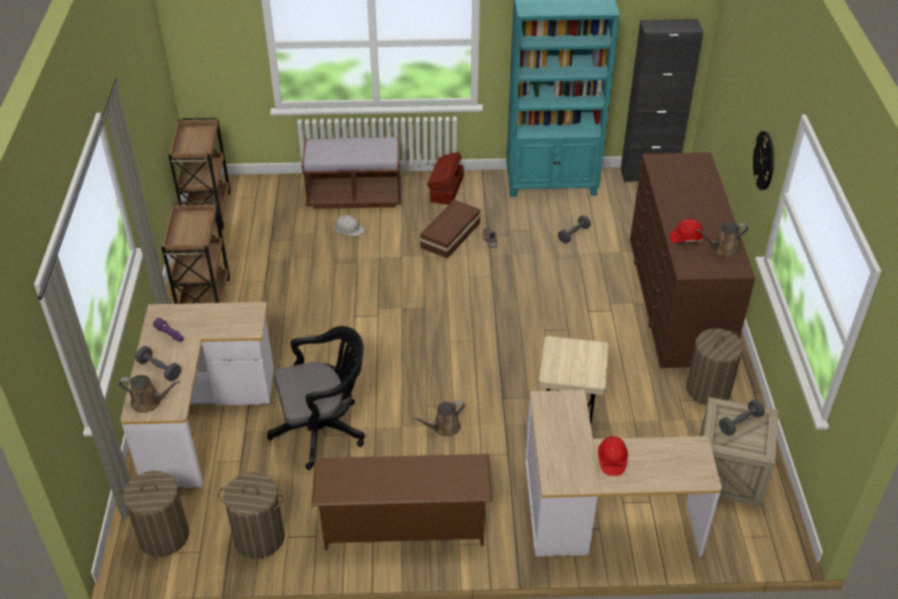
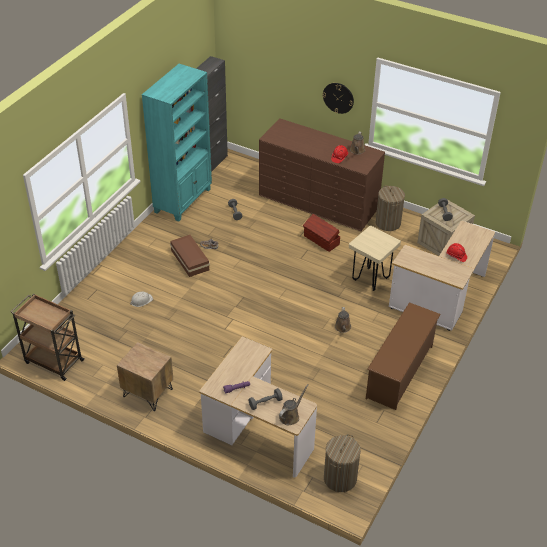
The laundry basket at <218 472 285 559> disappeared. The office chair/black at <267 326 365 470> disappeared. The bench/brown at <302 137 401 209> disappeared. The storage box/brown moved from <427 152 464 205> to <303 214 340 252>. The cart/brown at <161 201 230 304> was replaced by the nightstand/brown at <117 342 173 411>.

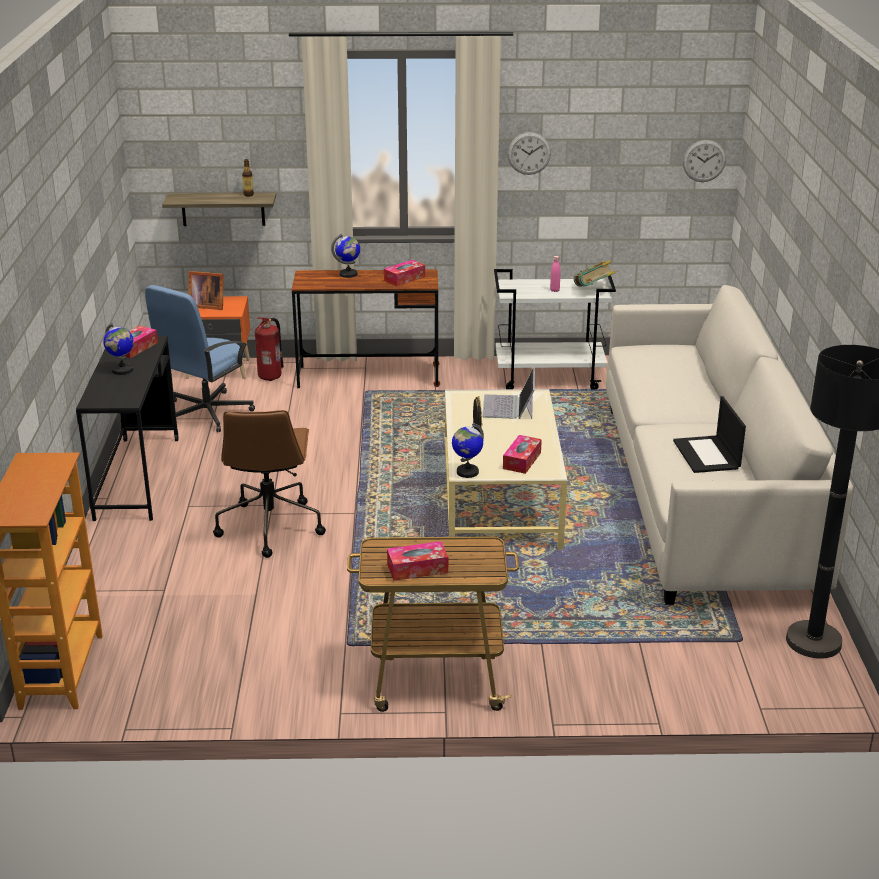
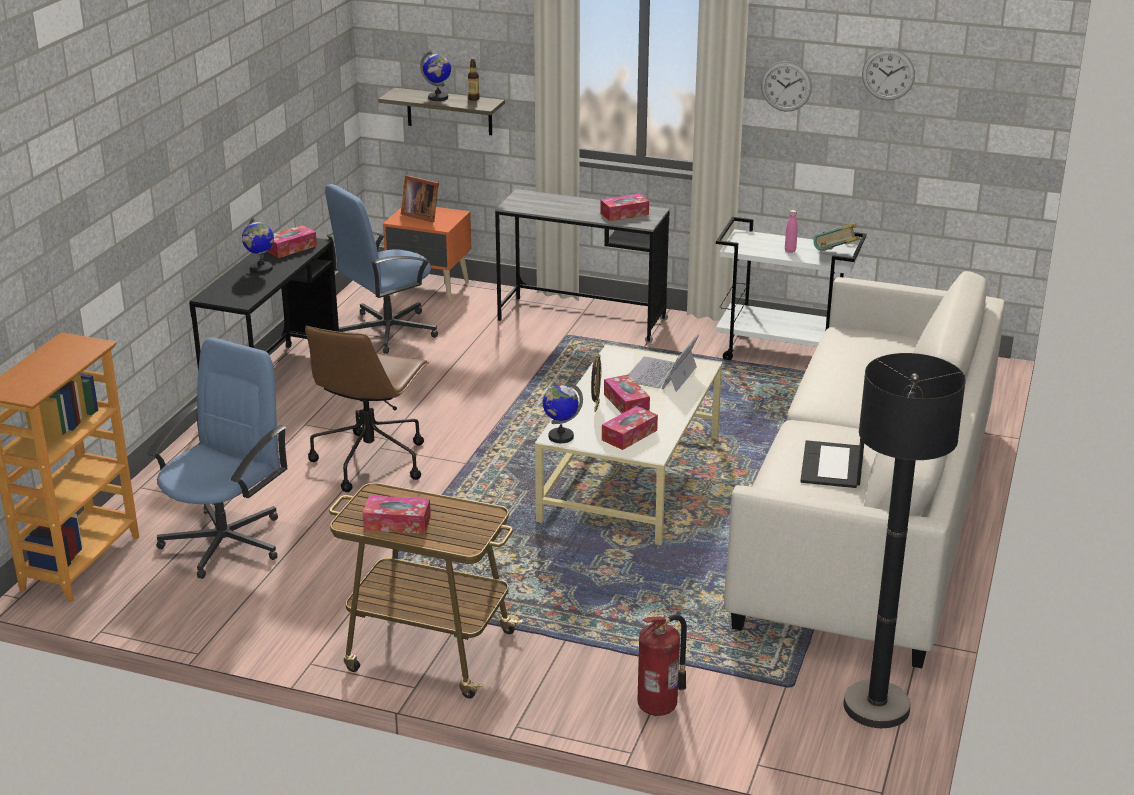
The office chair/blue at <147 337 287 579> appeared. The tissue box at <604 375 650 413> appeared. The fire extinguisher moved from <255 317 284 381> to <637 615 687 716>. The globe moved from <331 234 360 278> to <420 50 451 101>. The wall clock moved from <683 140 726 182> to <862 49 915 100>. The desk/brown at <292 270 440 388> became the desk/grey at <495 189 670 343>.

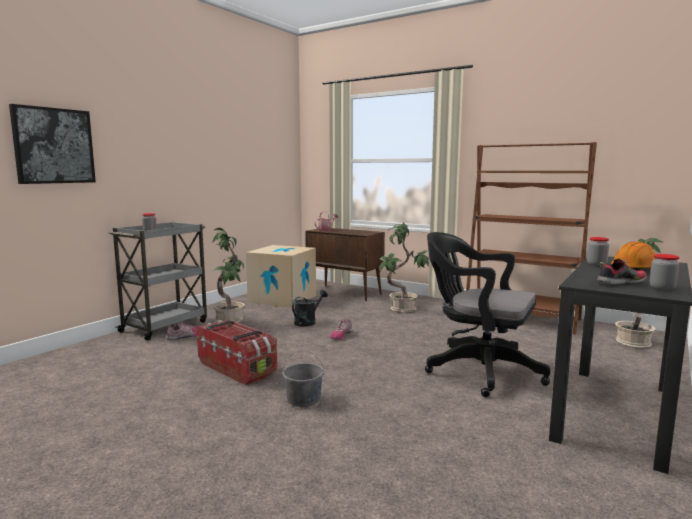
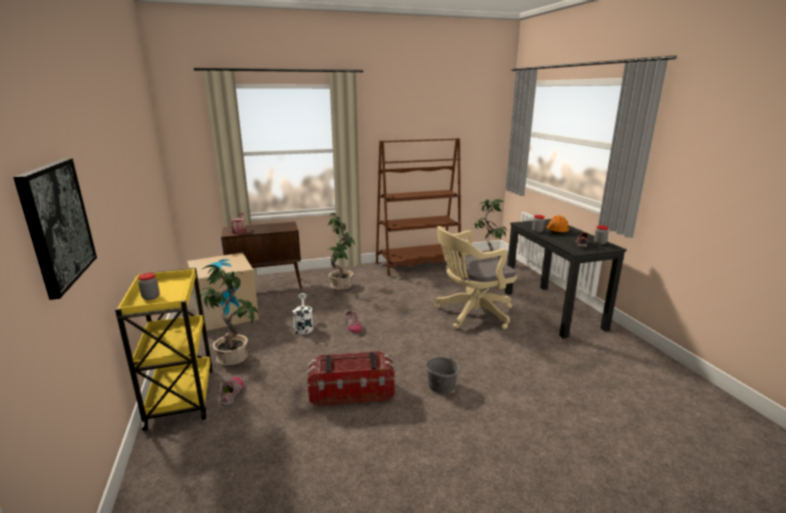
The cart/grey at <108 222 207 341> became the cart/yellow at <115 268 213 431>. The watering can/black at <292 290 328 327> became the watering can/white at <292 293 313 334>. The office chair/black at <425 232 551 397> became the office chair/beige at <435 226 517 330>.

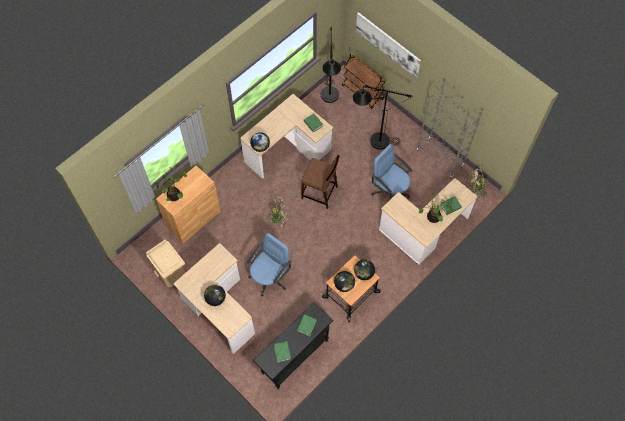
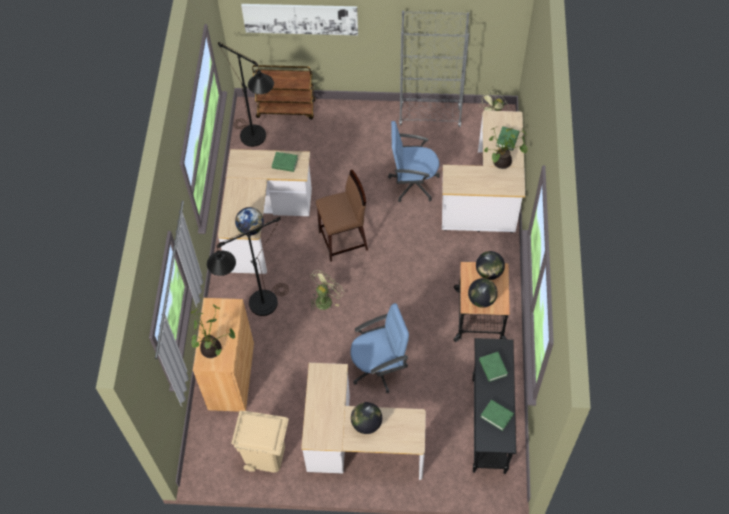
The floor lamp/black moved from <353 85 413 150> to <207 217 289 316>. The office chair/blue at <247 233 292 296> turned 75 degrees clockwise.

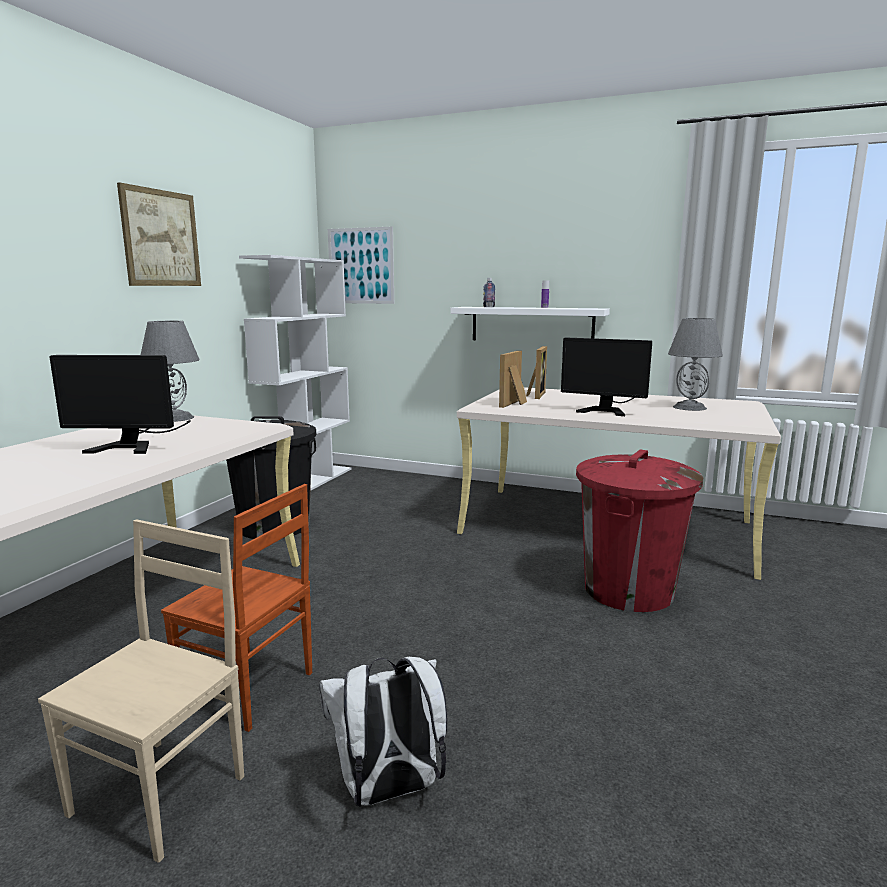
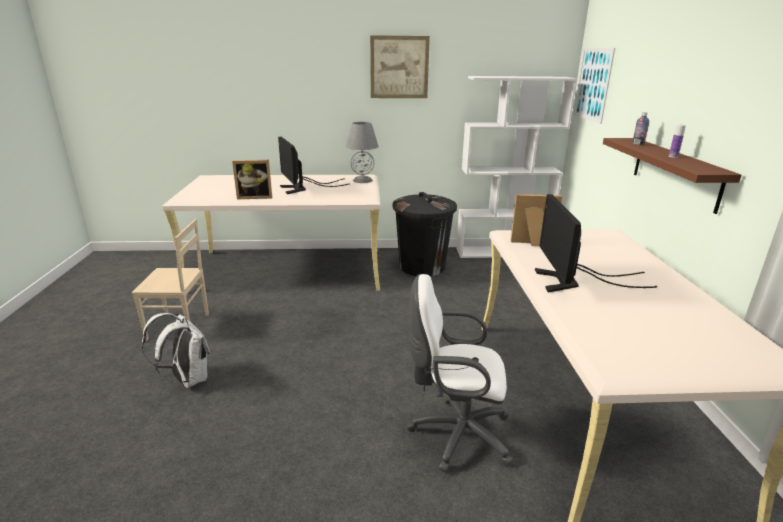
The chair/brown at <161 484 312 732> disappeared. The table lamp/grey at <668 318 723 411> disappeared. The picture frame moved from <526 346 547 399> to <232 160 272 199>. The trash can/red at <576 449 704 612> was replaced by the office chair/white at <407 274 513 473>. The shelf/white at <451 307 610 340> became the shelf/brown at <603 138 741 214>.

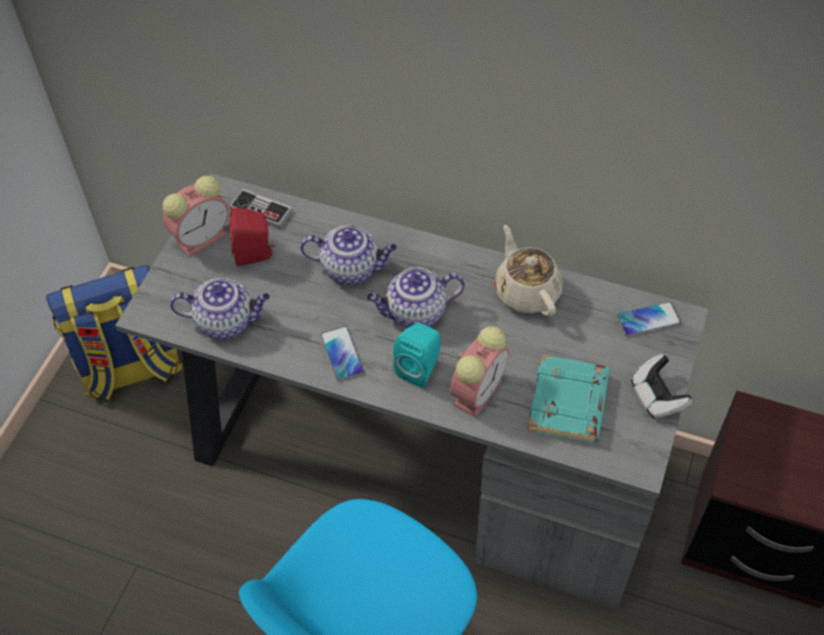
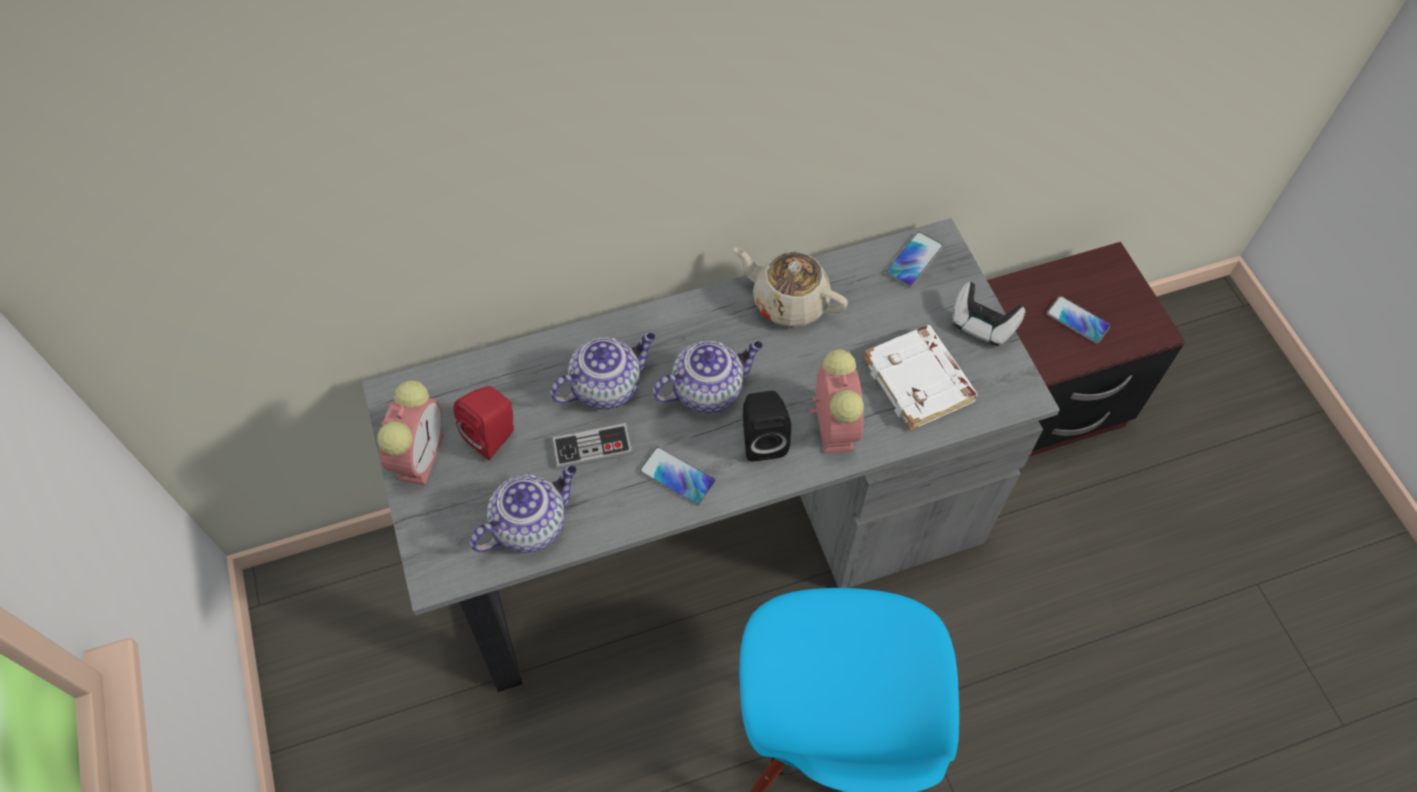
The backpack at <45 265 182 400> disappeared. The phone at <1046 296 1111 344> appeared. The game controller moved from <229 189 293 228> to <552 423 633 469>. The speaker/turquoise at <393 323 441 388> became the speaker/black at <743 391 791 461>. The book/turquoise at <528 355 610 443> became the book/white at <863 325 978 431>. The teapot at <366 267 465 328> turned 150 degrees counterclockwise.

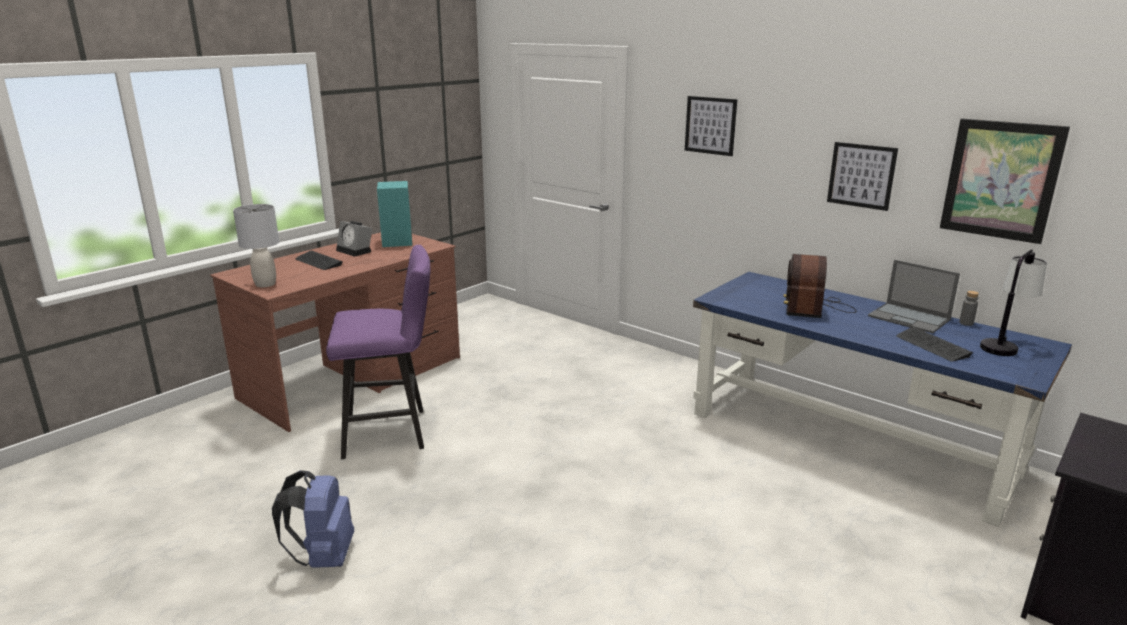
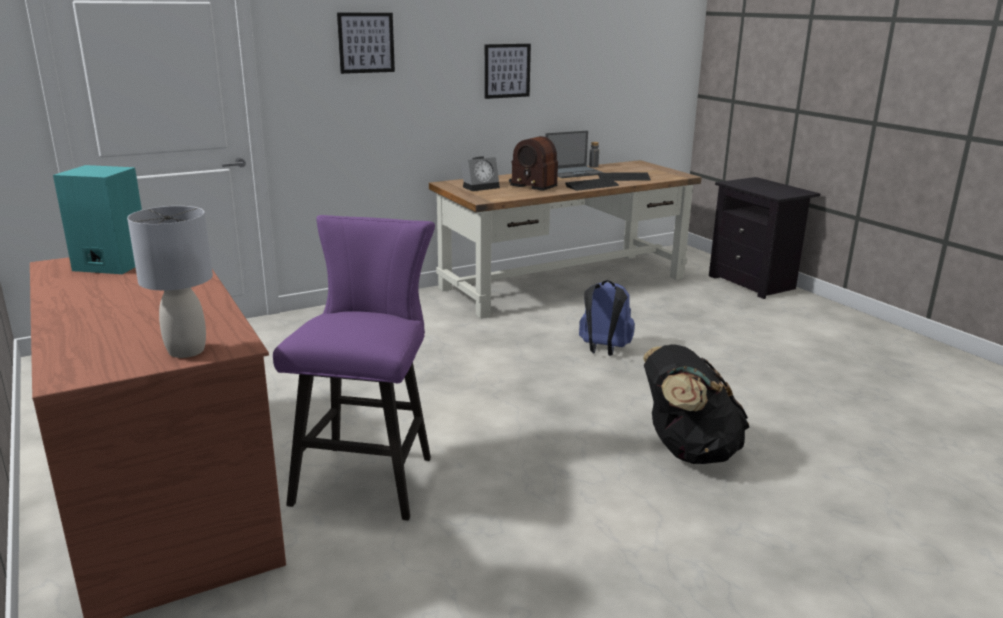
The picture at <940 118 1070 244> disappeared. The table lamp at <980 249 1047 356> disappeared. The backpack/black at <643 344 749 464> appeared. The backpack/blue moved from <272 470 354 568> to <579 280 635 356>. The keyboard moved from <295 250 343 270> to <565 178 619 191>. The alarm clock moved from <336 221 372 257> to <461 156 500 191>. The desk/blue at <693 272 1072 527> became the desk/brown at <429 160 702 319>.

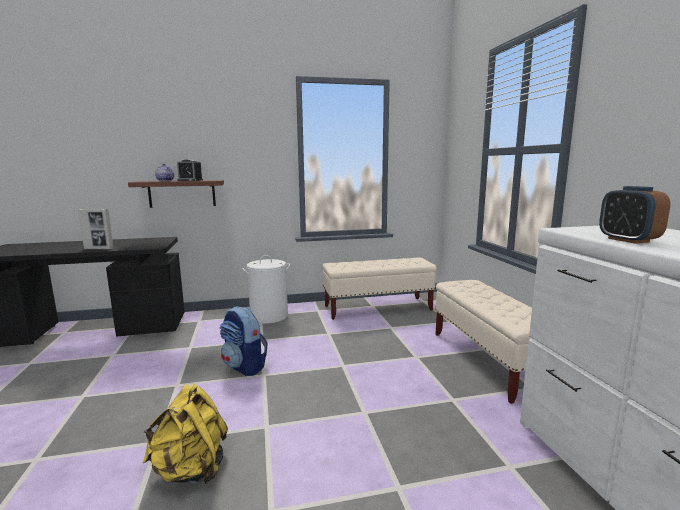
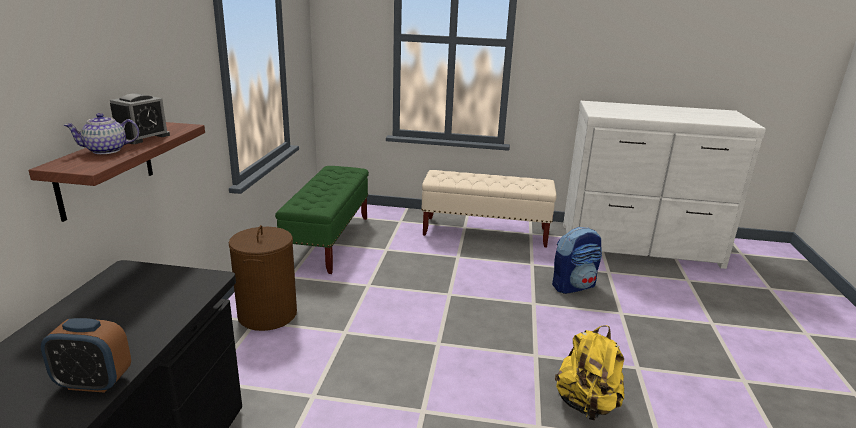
The picture frame at <78 209 114 249> disappeared. The backpack moved from <220 306 268 376> to <552 227 602 294>. The alarm clock moved from <599 186 670 244> to <41 318 131 393>. The laundry basket/white at <242 255 290 324> became the laundry basket/brown at <229 225 297 331>. The bench/beige at <323 258 437 320> became the bench/green at <275 166 369 274>.

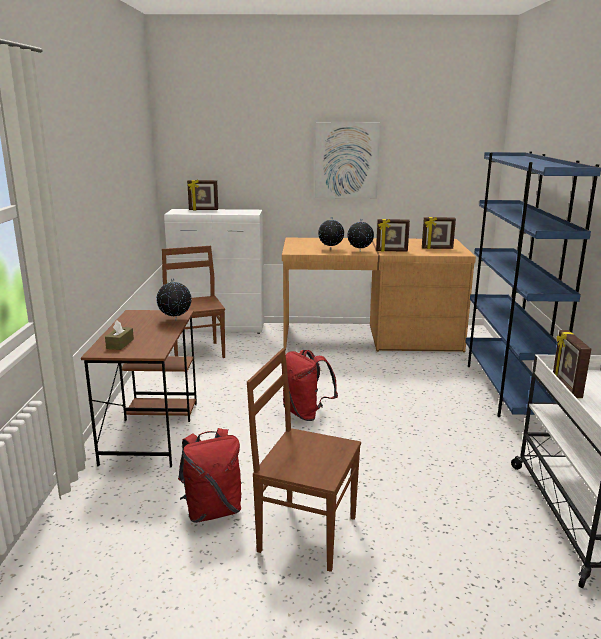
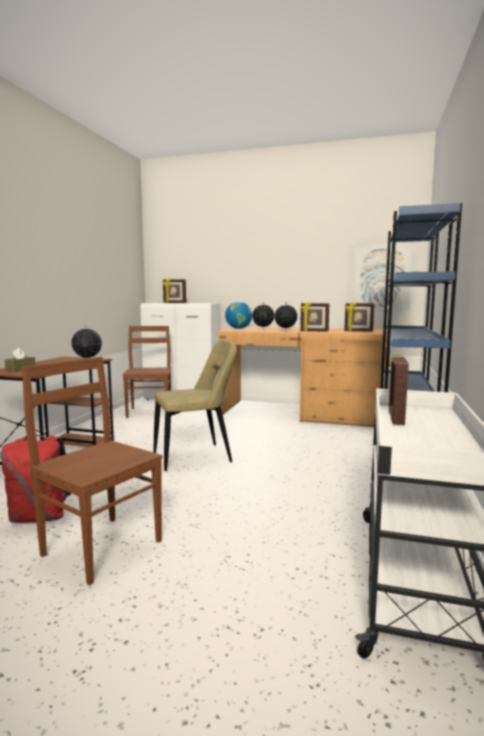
The globe at <225 302 252 329> appeared. The picture moved from <315 122 380 198> to <352 244 413 311>. The backpack/red at <283 350 338 421> was replaced by the chair/beige at <154 340 237 471>.

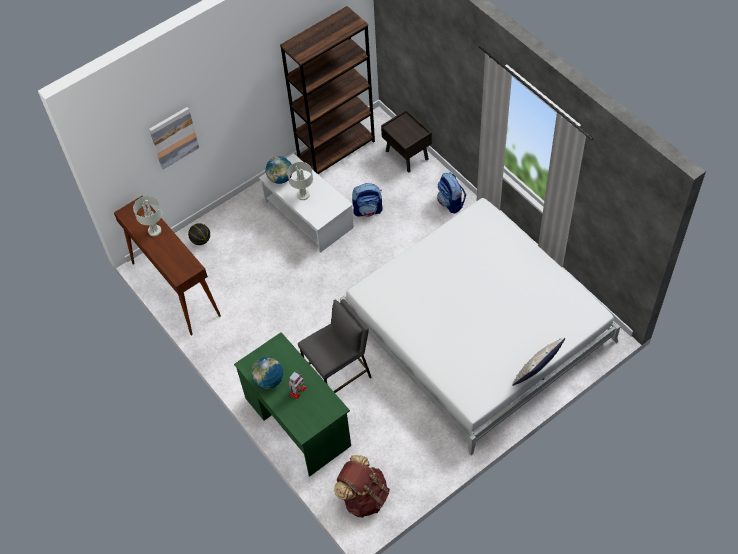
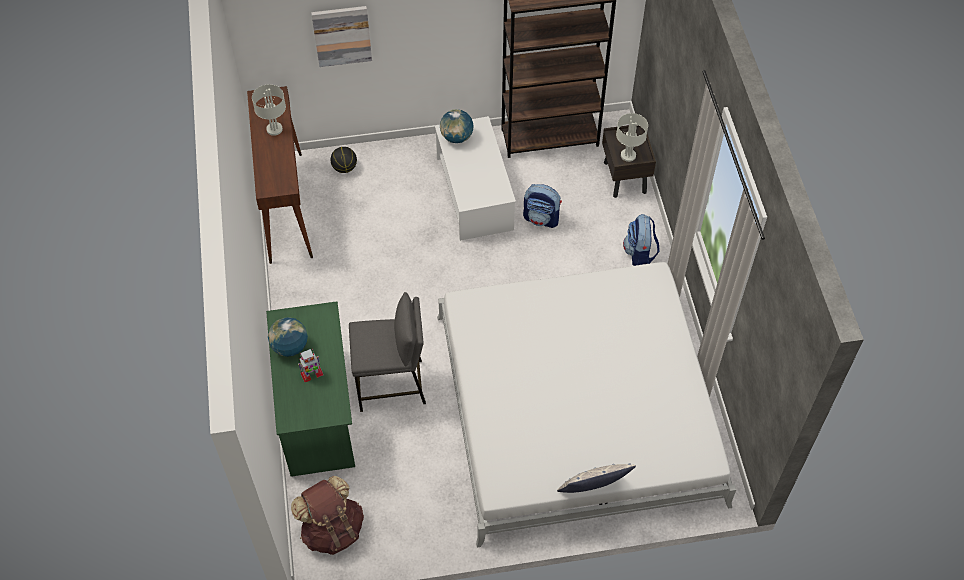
The table lamp/grey moved from <287 162 313 200> to <616 113 648 162>.

